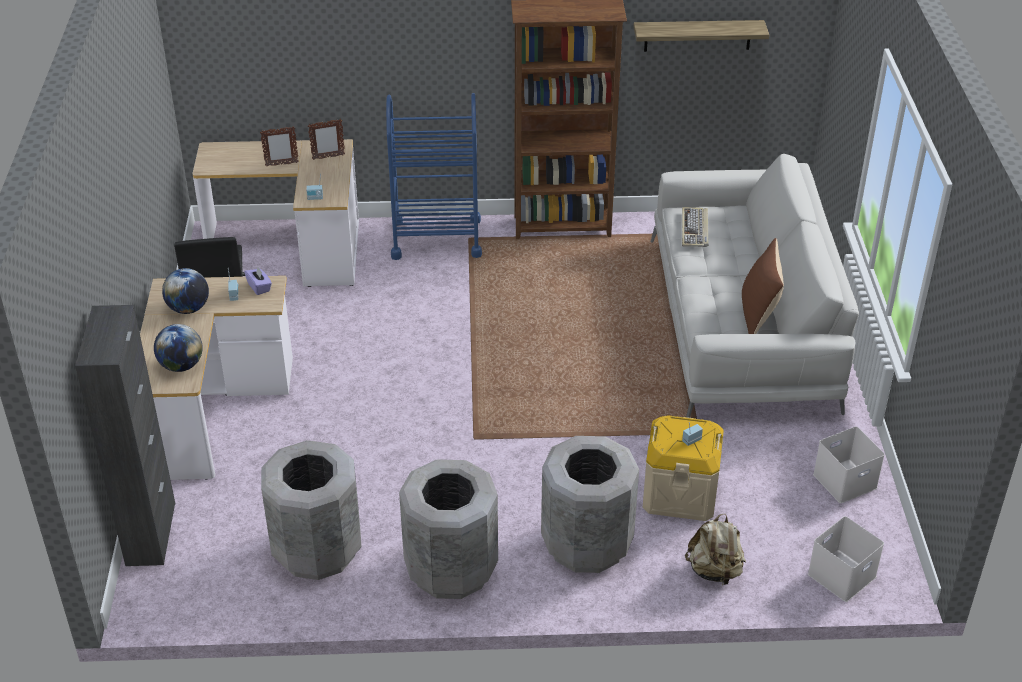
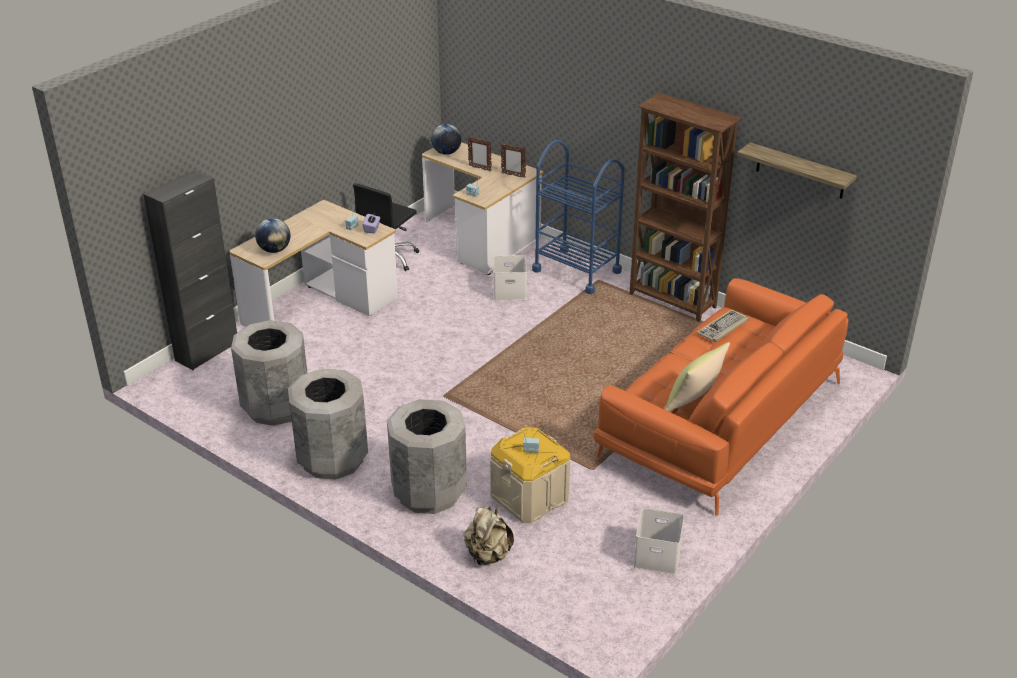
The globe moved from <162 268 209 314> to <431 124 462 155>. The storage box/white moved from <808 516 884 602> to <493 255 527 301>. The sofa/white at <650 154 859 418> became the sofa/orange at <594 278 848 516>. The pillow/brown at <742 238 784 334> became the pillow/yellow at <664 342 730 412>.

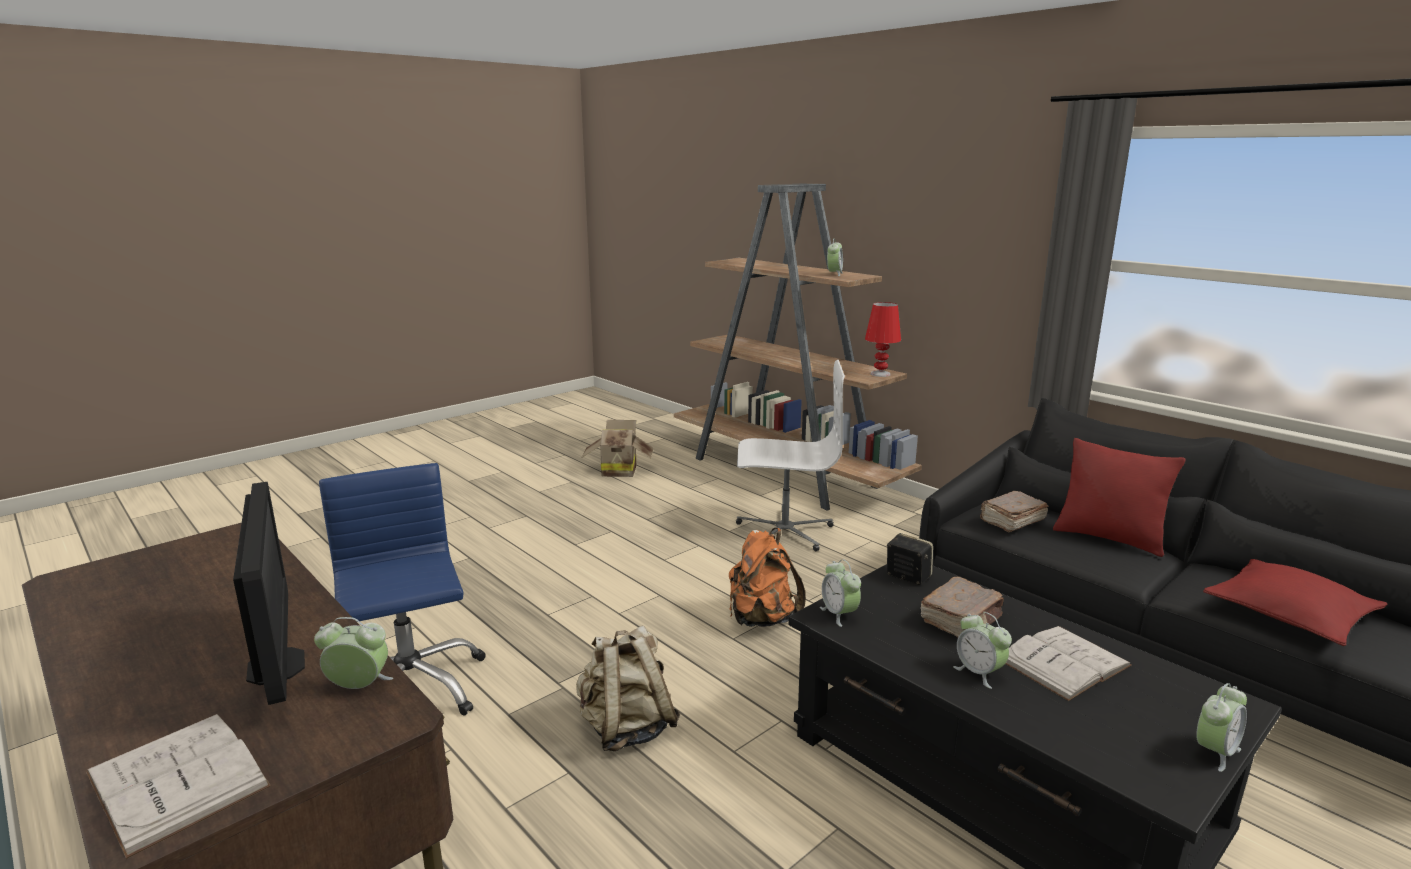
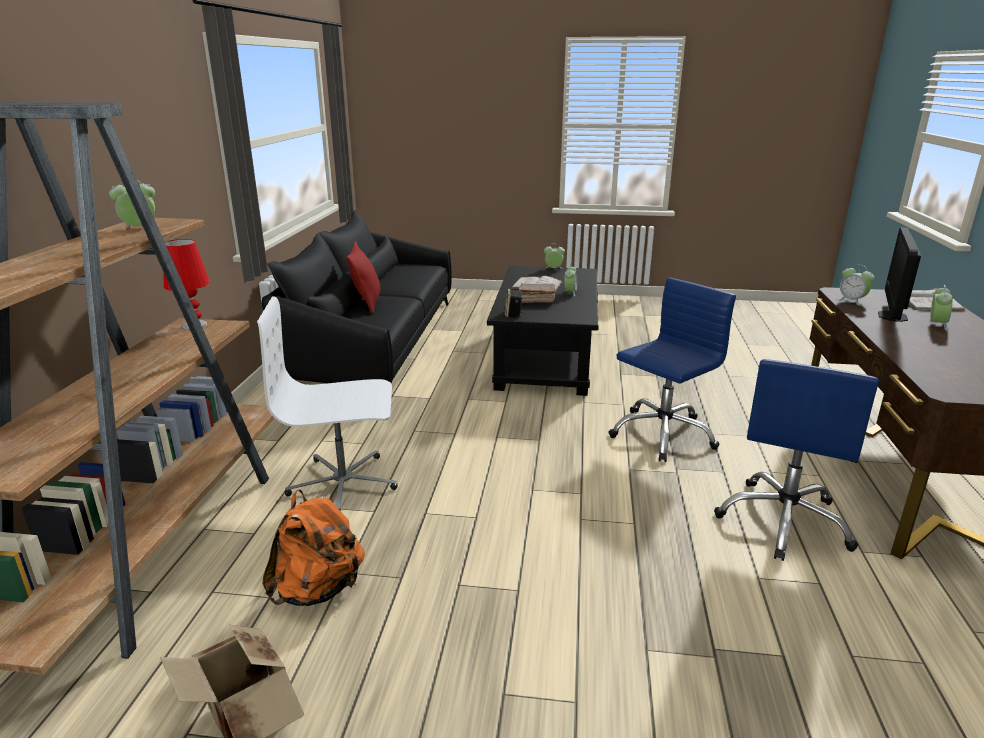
The book/brown at <980 491 1048 532> disappeared. The pillow/red at <1203 559 1388 646> disappeared. The backpack/orange moved from <729 528 806 627> to <262 490 365 606>. The alarm clock moved from <820 559 861 627> to <930 285 953 330>. The backpack/beige at <576 626 680 752> was replaced by the office chair/blue at <609 277 736 462>. The office chair/white at <736 360 845 551> turned 60 degrees counterclockwise.

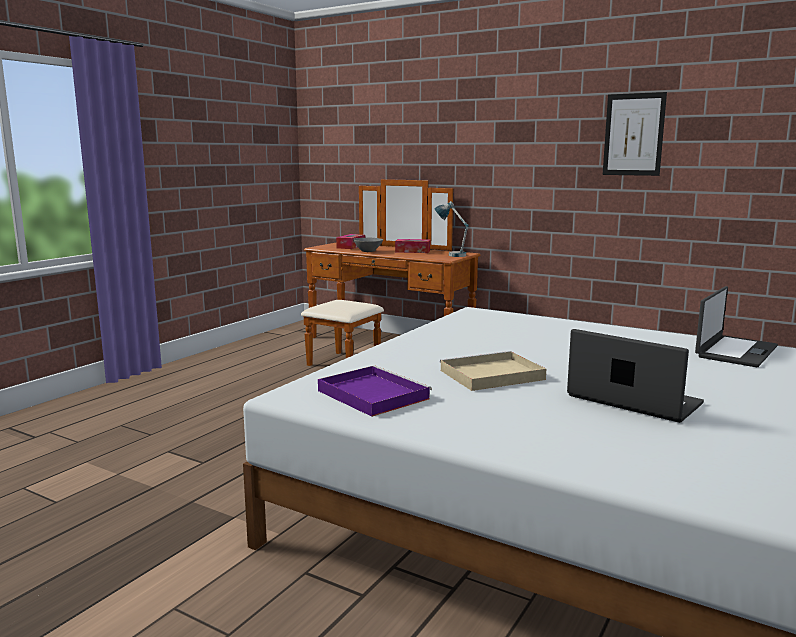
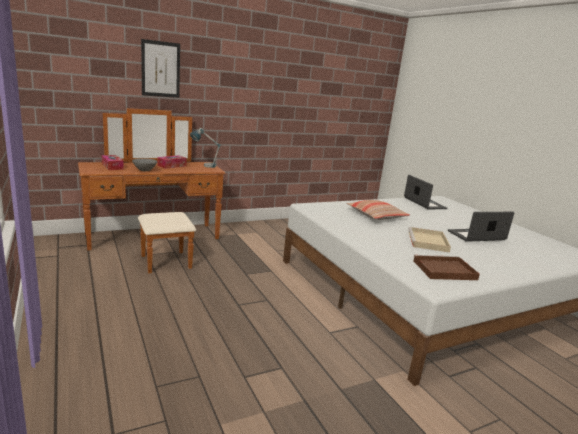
The pillow at <347 200 410 220> appeared. The picture moved from <603 92 667 176> to <141 39 180 98>. The tray/purple at <318 365 432 417> became the tray/brown at <414 255 480 280>.

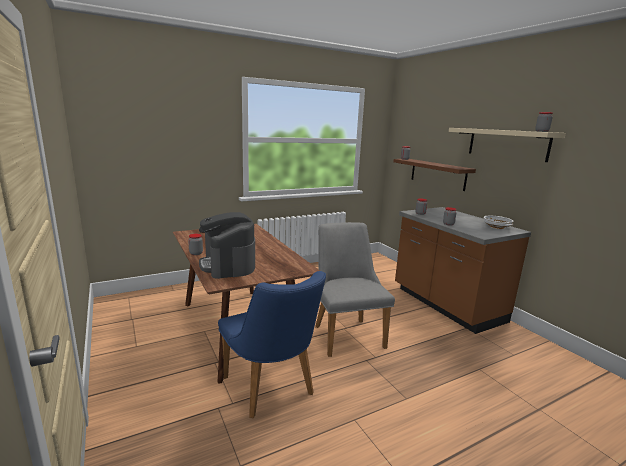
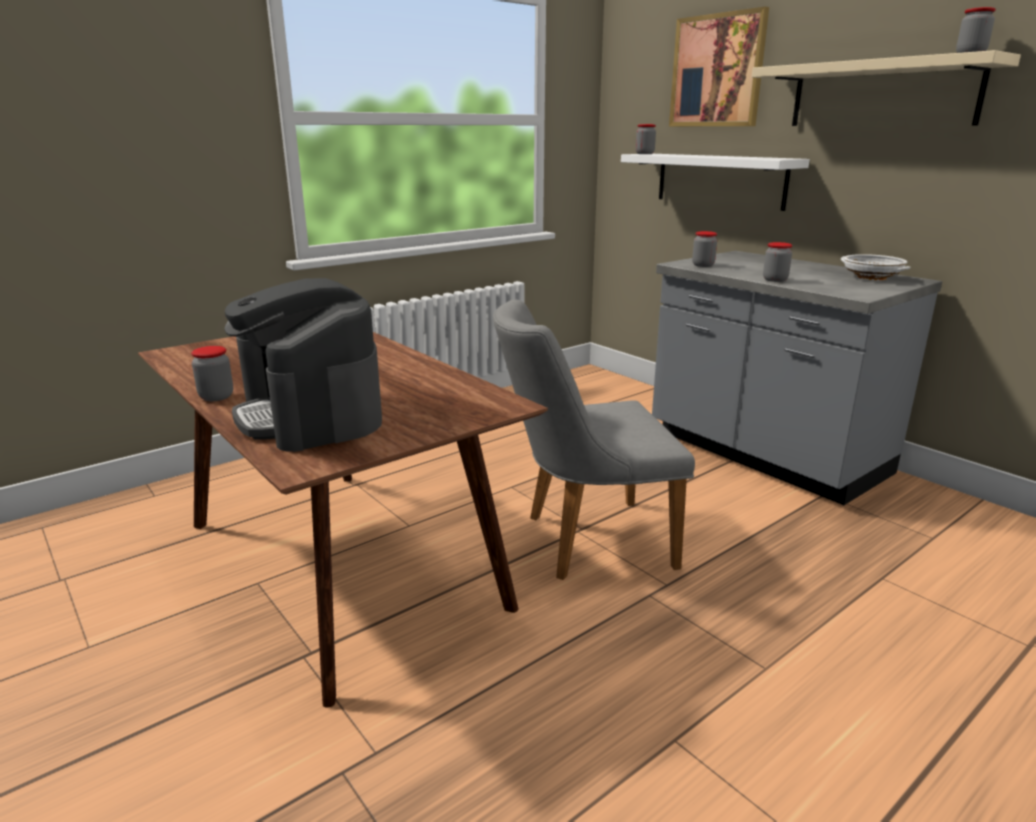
The chair/blue at <218 271 326 418> disappeared. The picture at <669 6 769 126> appeared. The shelf/brown at <393 159 476 191> became the shelf/white at <621 154 810 211>. The counter/brown at <395 207 531 334> became the counter/grey at <652 251 942 505>. The chair/grey at <315 222 395 357> turned 75 degrees counterclockwise.

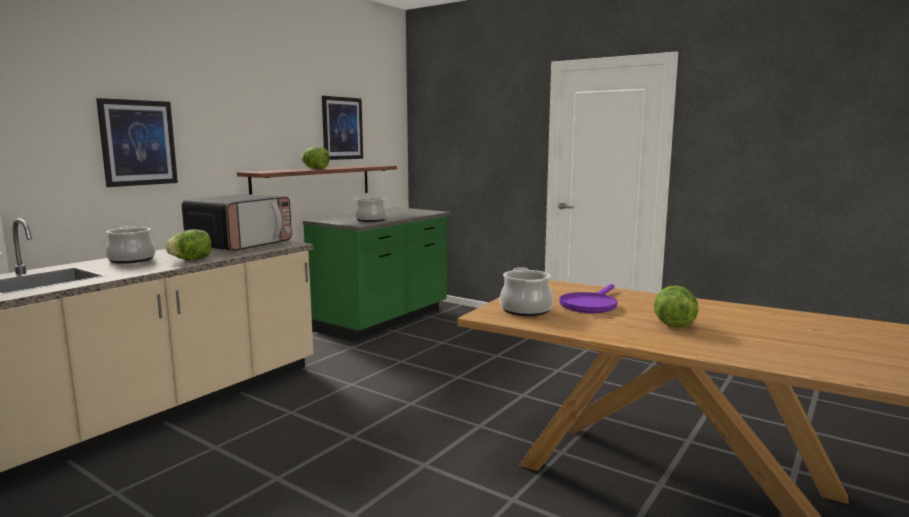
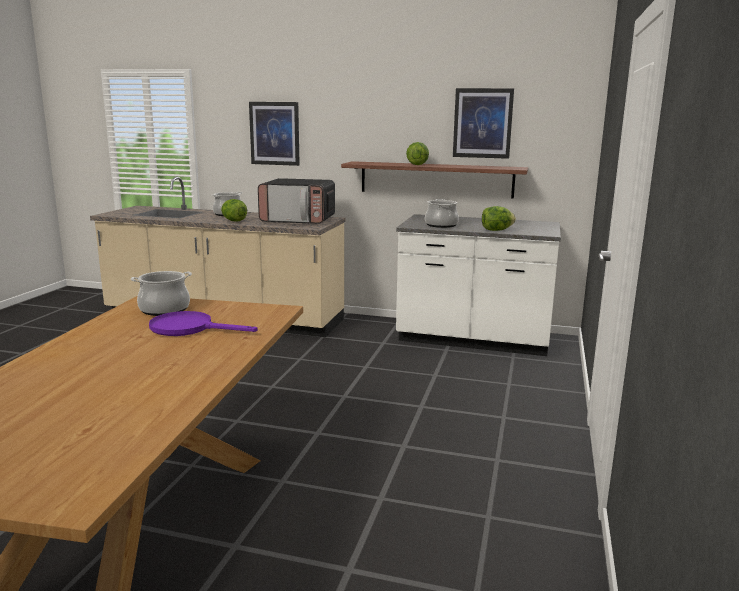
The lettuce moved from <654 285 699 328> to <482 206 516 231>. The counter/green at <303 207 451 342> became the counter/white at <396 214 561 356>.

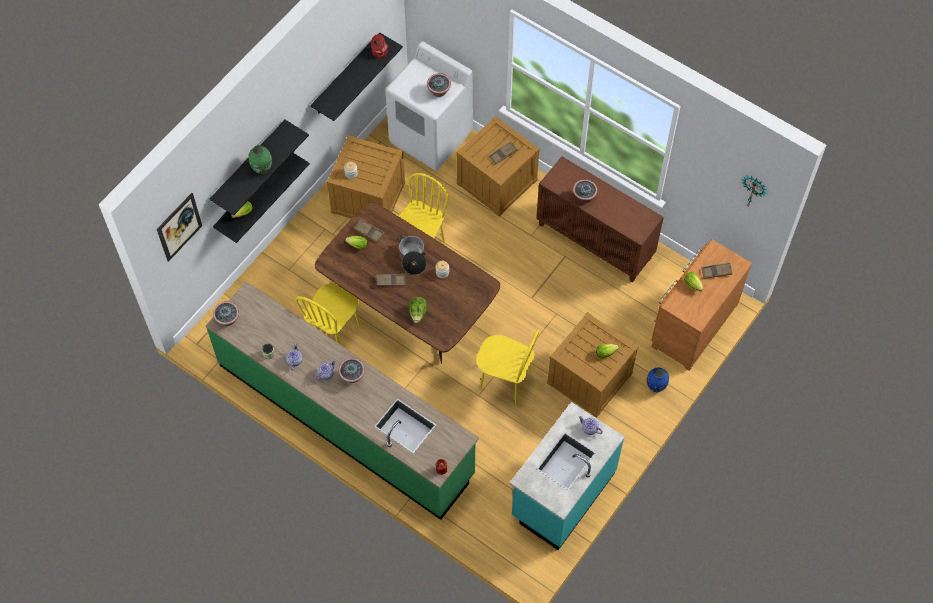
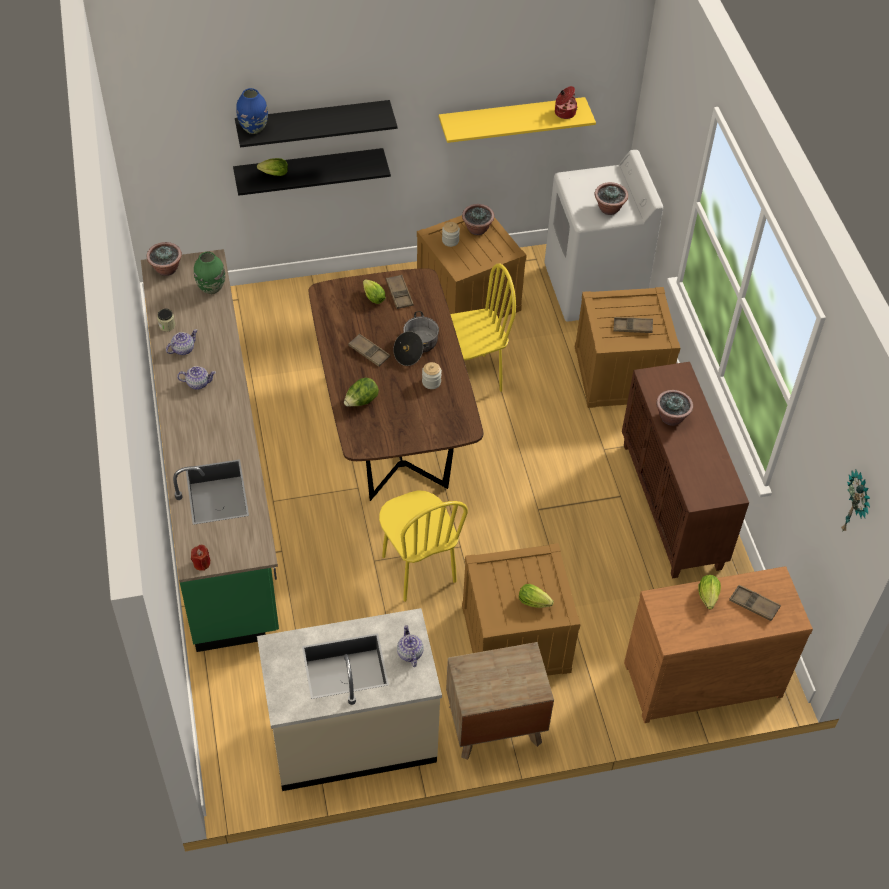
The picture at <157 193 202 262> disappeared. The chair/yellow at <295 283 360 344> disappeared. The nightstand/brown at <446 642 554 760> appeared. The vase/green moved from <249 145 272 174> to <194 252 225 294>. The potted plant moved from <338 358 365 383> to <462 204 494 235>. The vase/blue moved from <647 368 669 392> to <236 88 268 134>. The shelf/black at <310 32 403 121> became the shelf/yellow at <439 97 596 143>. The counter/turquoise at <510 402 625 550> became the counter/beige at <257 608 442 791>.

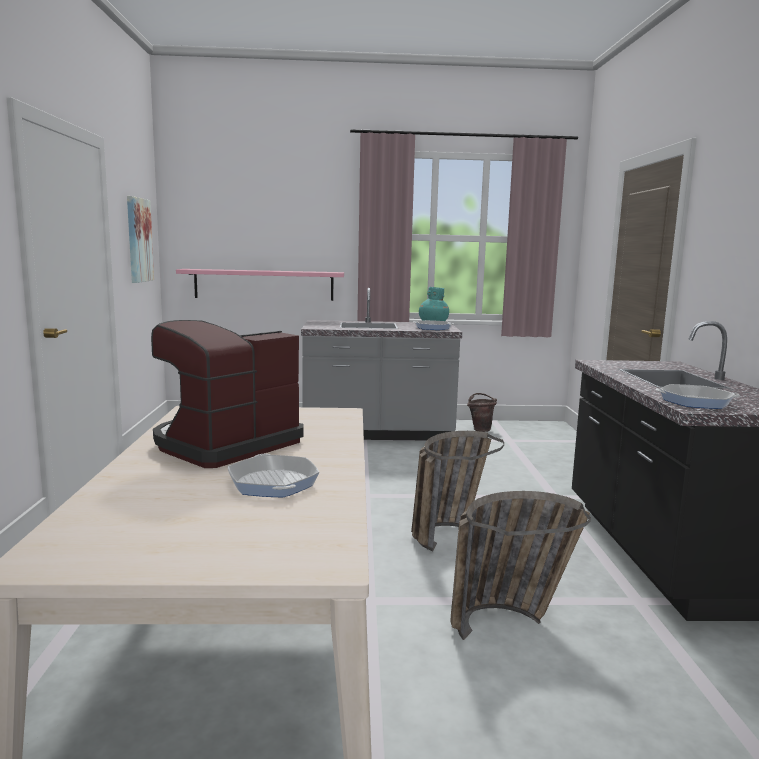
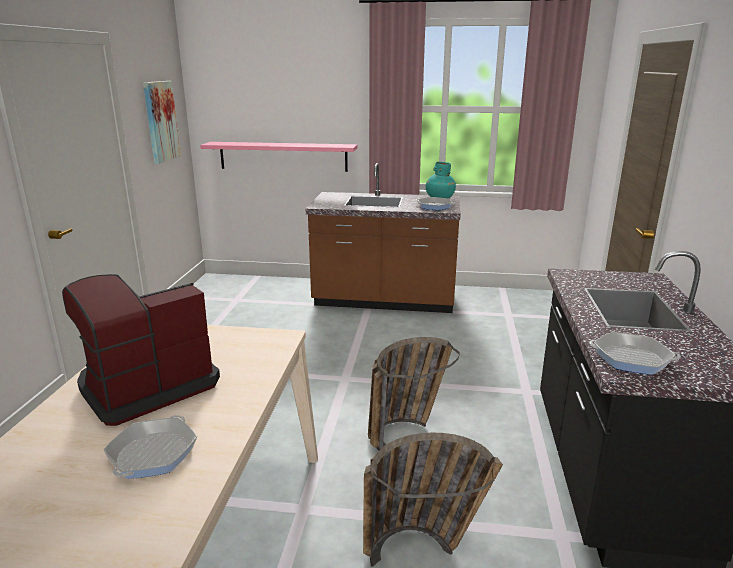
The bucket/brown at <467 393 497 432> disappeared. The counter/grey at <301 288 462 441> became the counter/brown at <306 163 461 313>. The frying pan at <228 454 319 497> turned 150 degrees counterclockwise.

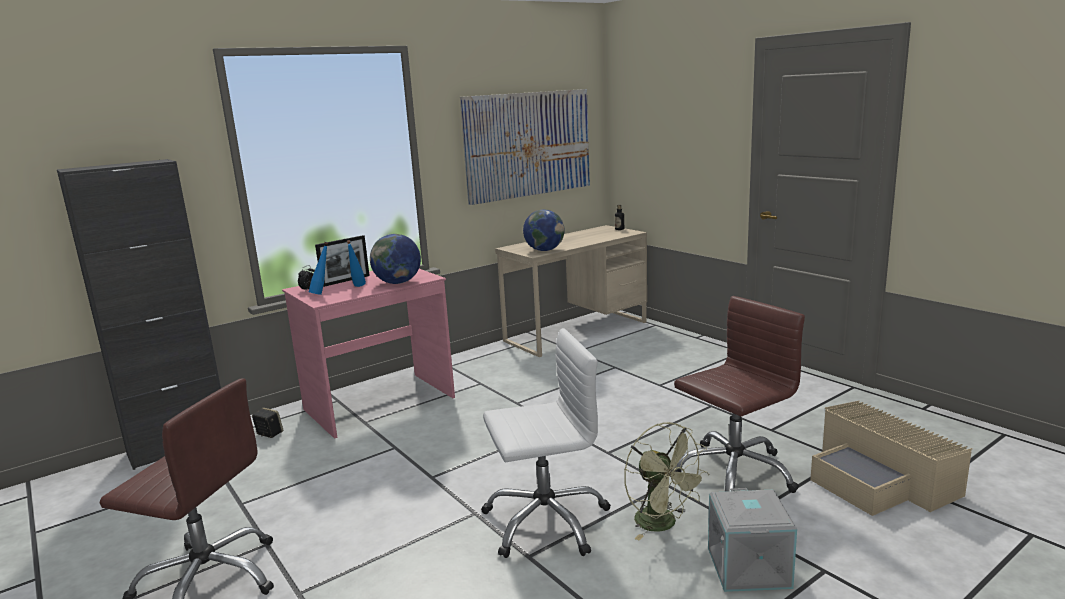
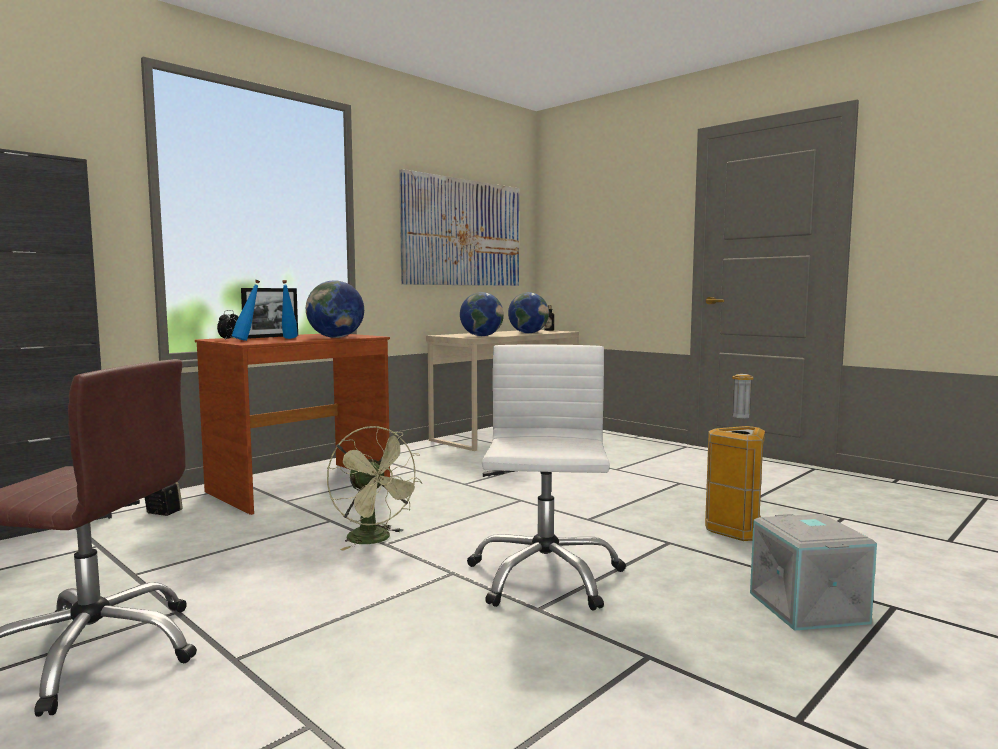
The storage box/beige at <810 400 972 516> disappeared. The globe at <508 292 549 333> appeared. The fan/green moved from <624 422 709 540> to <327 426 422 551>. The office chair/brown at <671 296 805 493> was replaced by the trash can at <705 374 765 541>. The desk/pink at <282 269 455 439> became the desk/brown at <195 334 390 515>. The office chair/white at <481 328 611 558> turned 60 degrees counterclockwise.

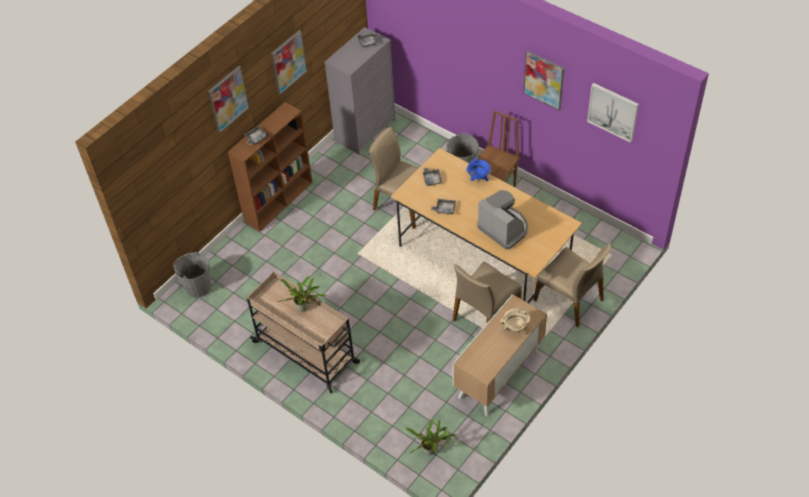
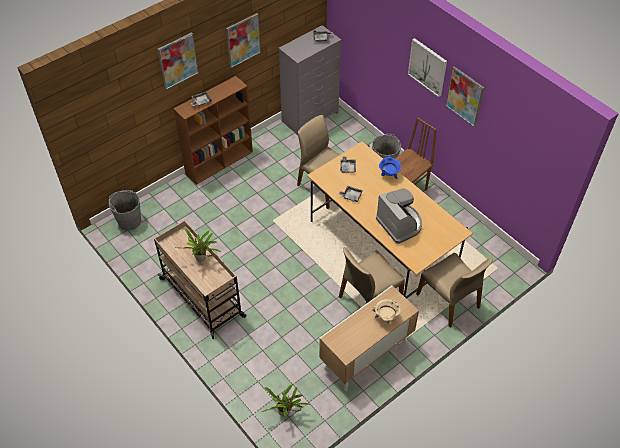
The picture moved from <587 83 639 143> to <408 38 447 97>.

